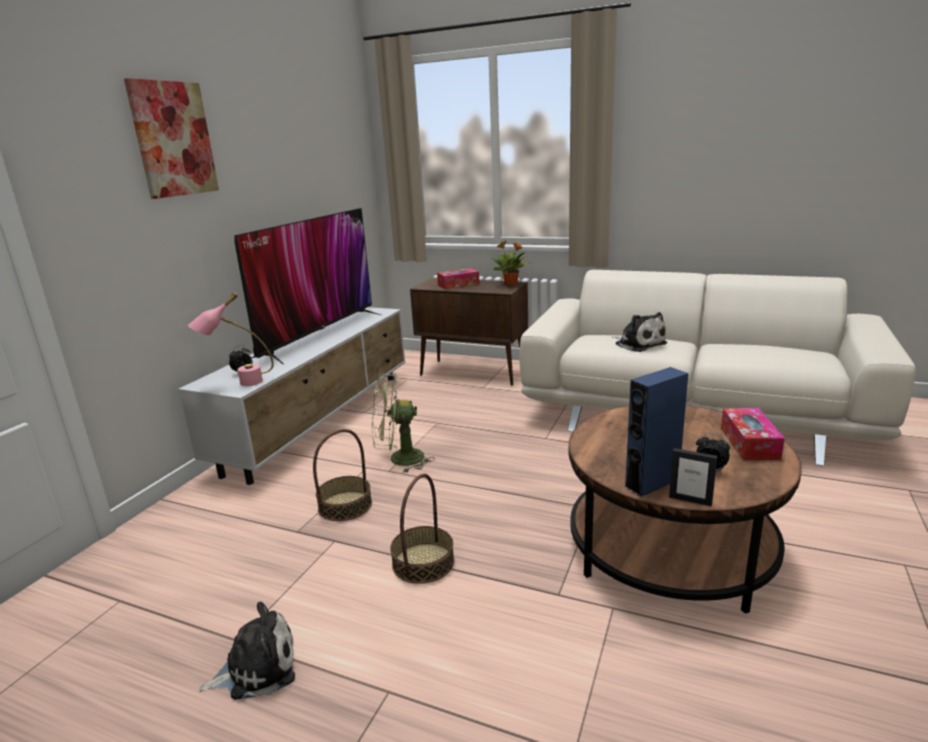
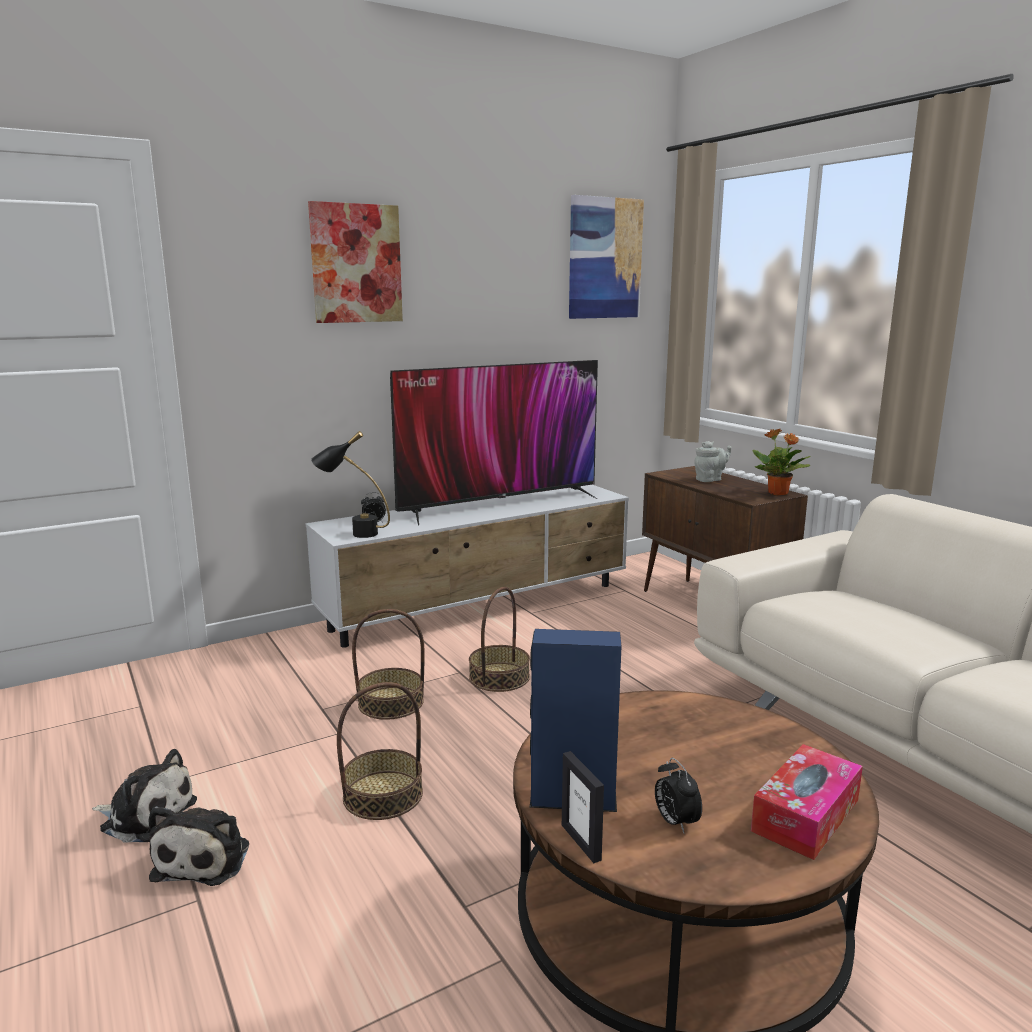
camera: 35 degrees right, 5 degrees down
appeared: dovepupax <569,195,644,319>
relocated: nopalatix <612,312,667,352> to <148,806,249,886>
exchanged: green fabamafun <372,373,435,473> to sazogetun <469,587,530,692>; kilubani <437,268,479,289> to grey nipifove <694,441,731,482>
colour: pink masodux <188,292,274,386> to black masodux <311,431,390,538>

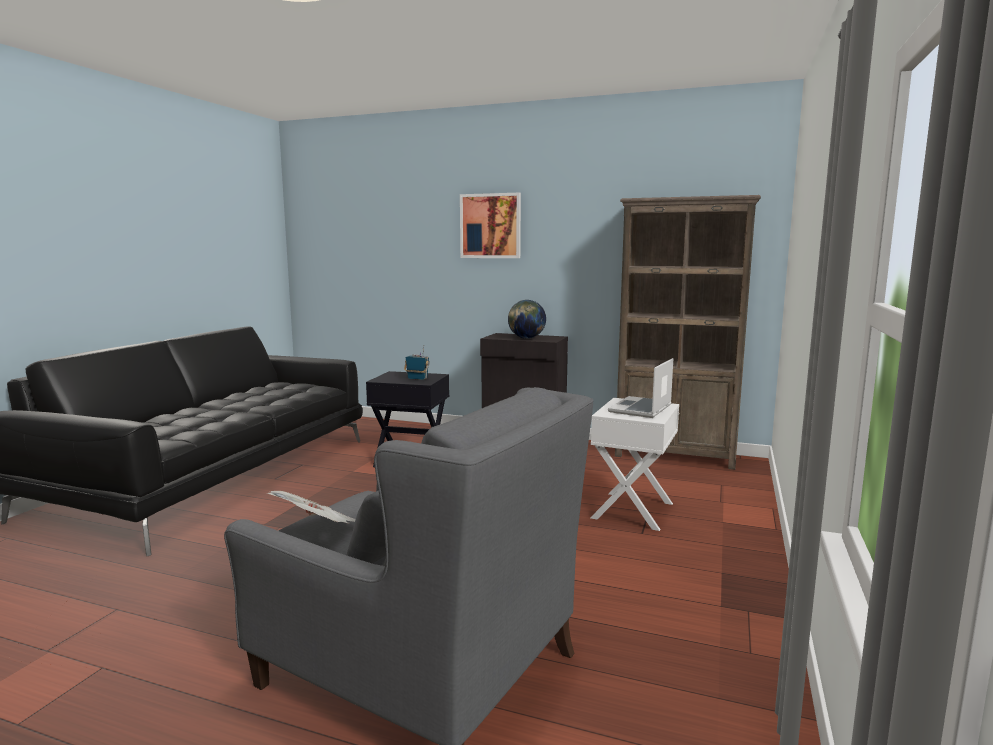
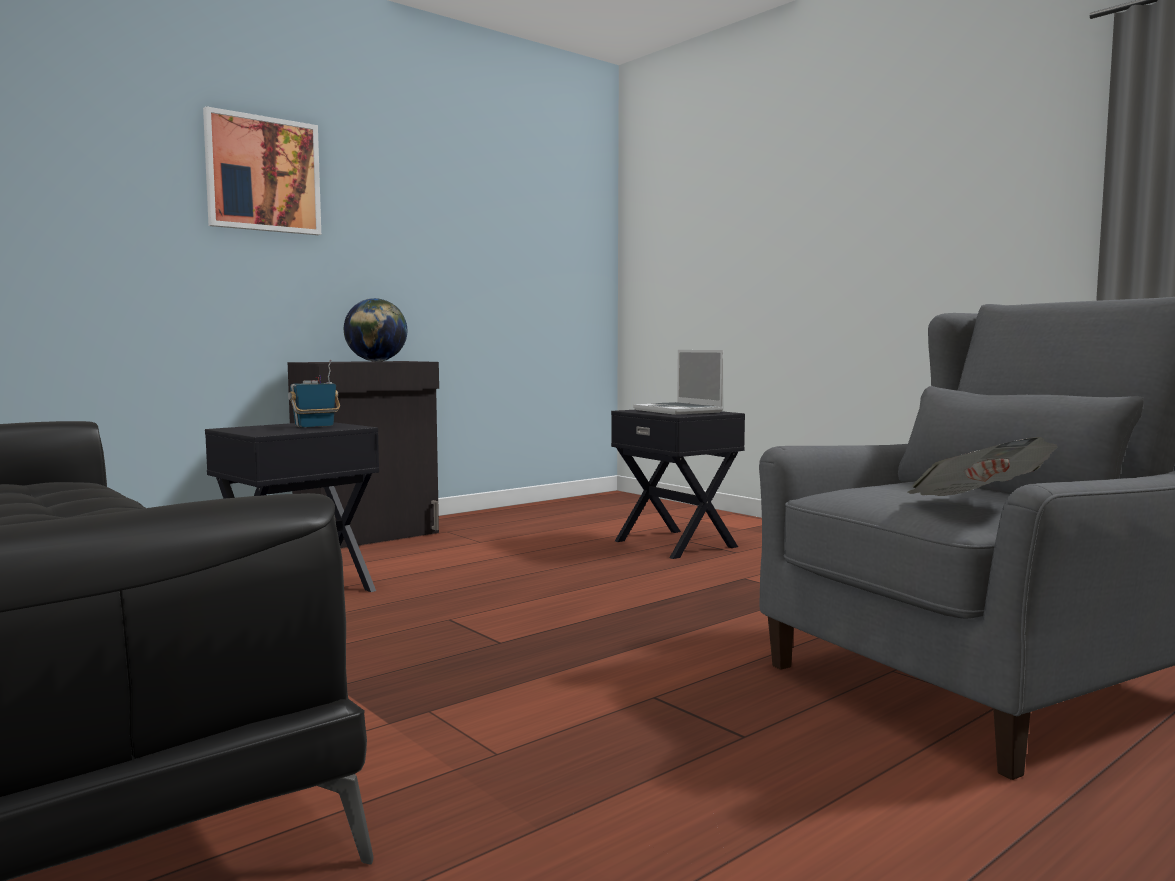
camera: 60 degrees left, 5 degrees down
missing: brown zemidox <615,195,761,470>
colour: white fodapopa <591,398,679,531> to black fodapopa <611,410,745,559>

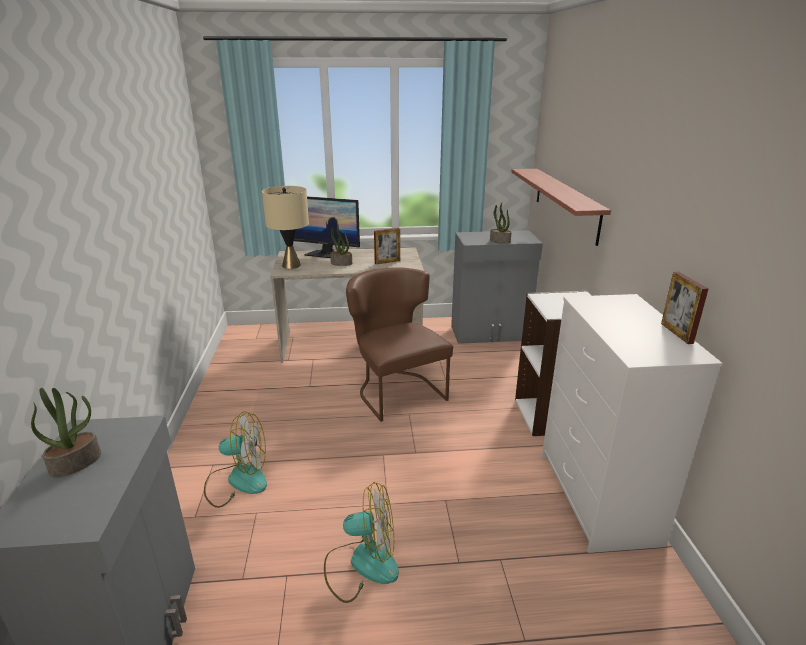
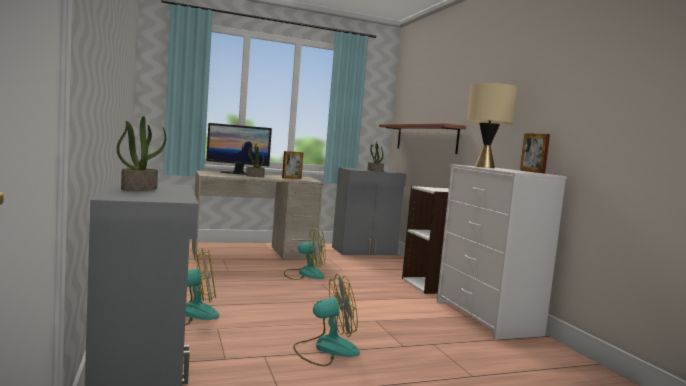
camera: 15 degrees left, 20 degrees down
relocated: beige masodux <262,186,309,269> to <467,83,517,168>
exchanged: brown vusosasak <346,267,453,422> to fabamafun <284,226,326,280>

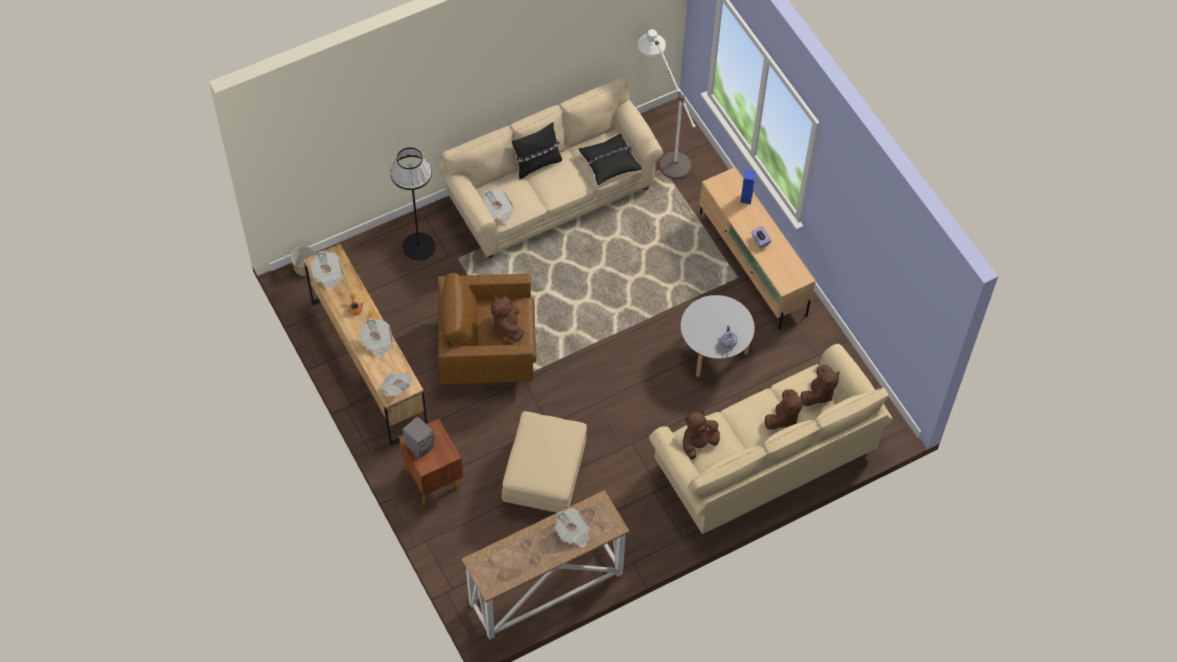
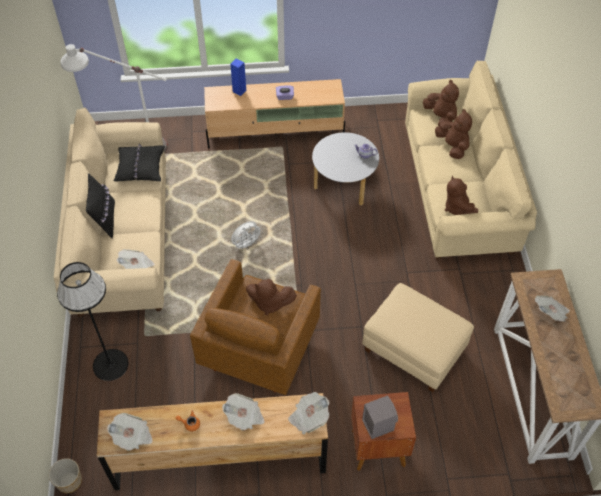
camera: 65 degrees left, 5 degrees down
appeared: white fabamafun <231,221,263,251>

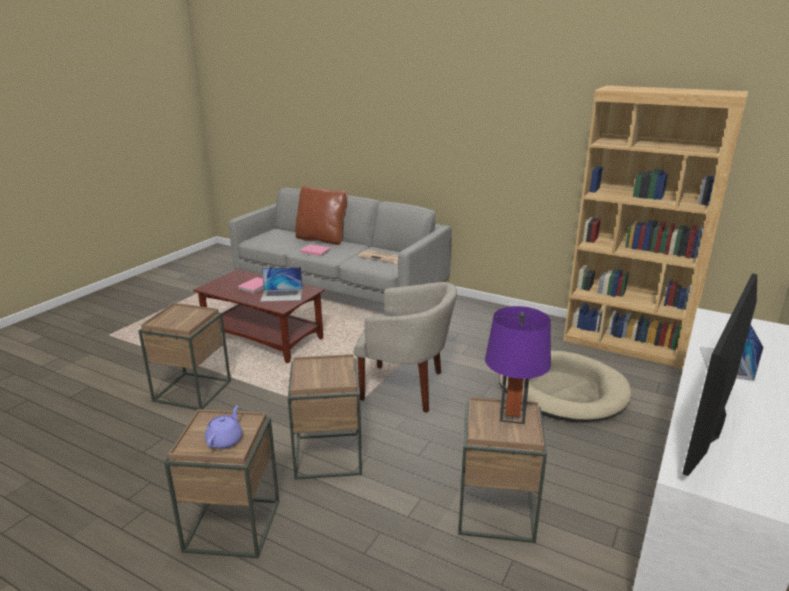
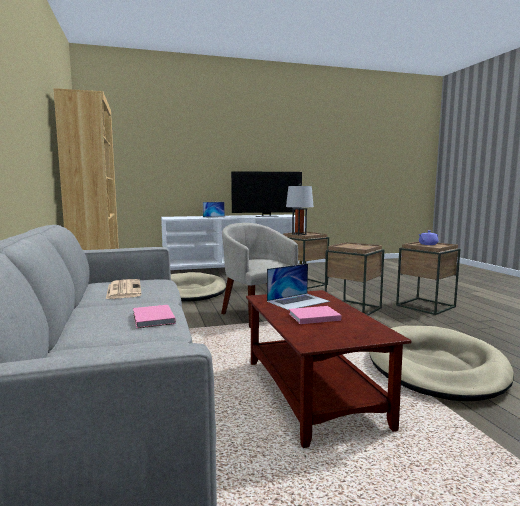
camera: 135 degrees left, 15 degrees down
missing: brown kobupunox <296,186,347,245>
exchanged: brown fodapopa <138,303,231,410> to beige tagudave <369,326,514,401>
colour: purple masodux <485,306,551,424> to grey masodux <286,184,314,235>
spun: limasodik <261,267,303,301> = <267,263,330,310> 105 degrees clockwise

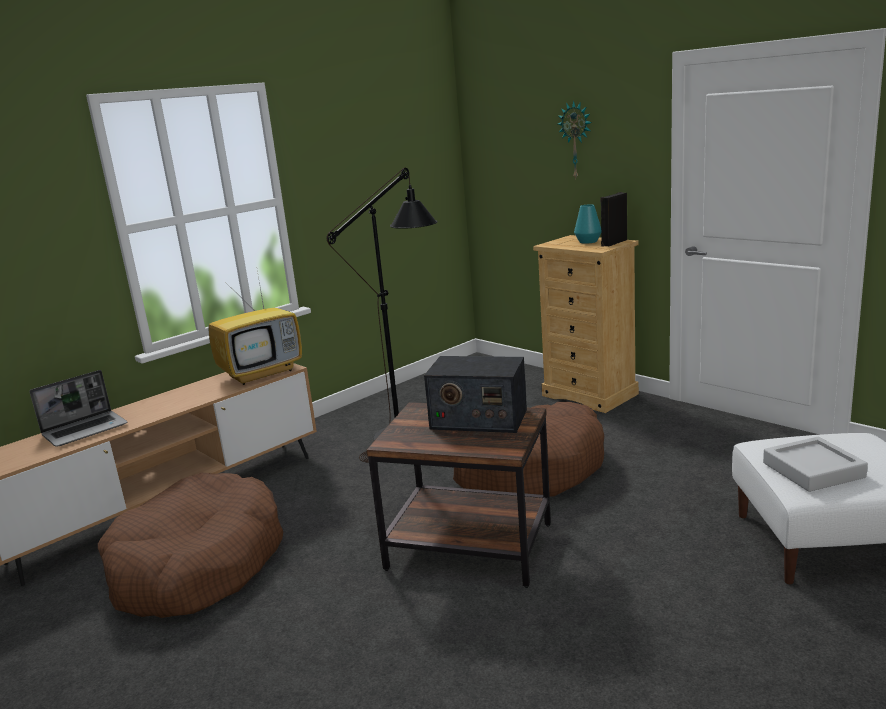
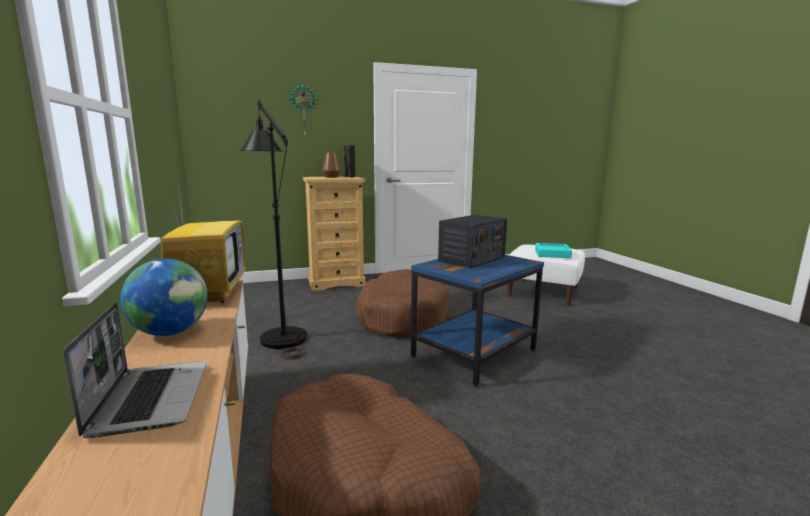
camera: 65 degrees left, 5 degrees down
appeared: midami <120,259,208,336>
colour: brown fodapopa <367,402,551,588> to blue fodapopa <411,255,544,386>; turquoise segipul <574,204,601,244> to brown segipul <322,153,341,178>; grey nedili <763,437,868,492> to turquoise nedili <535,243,572,258>

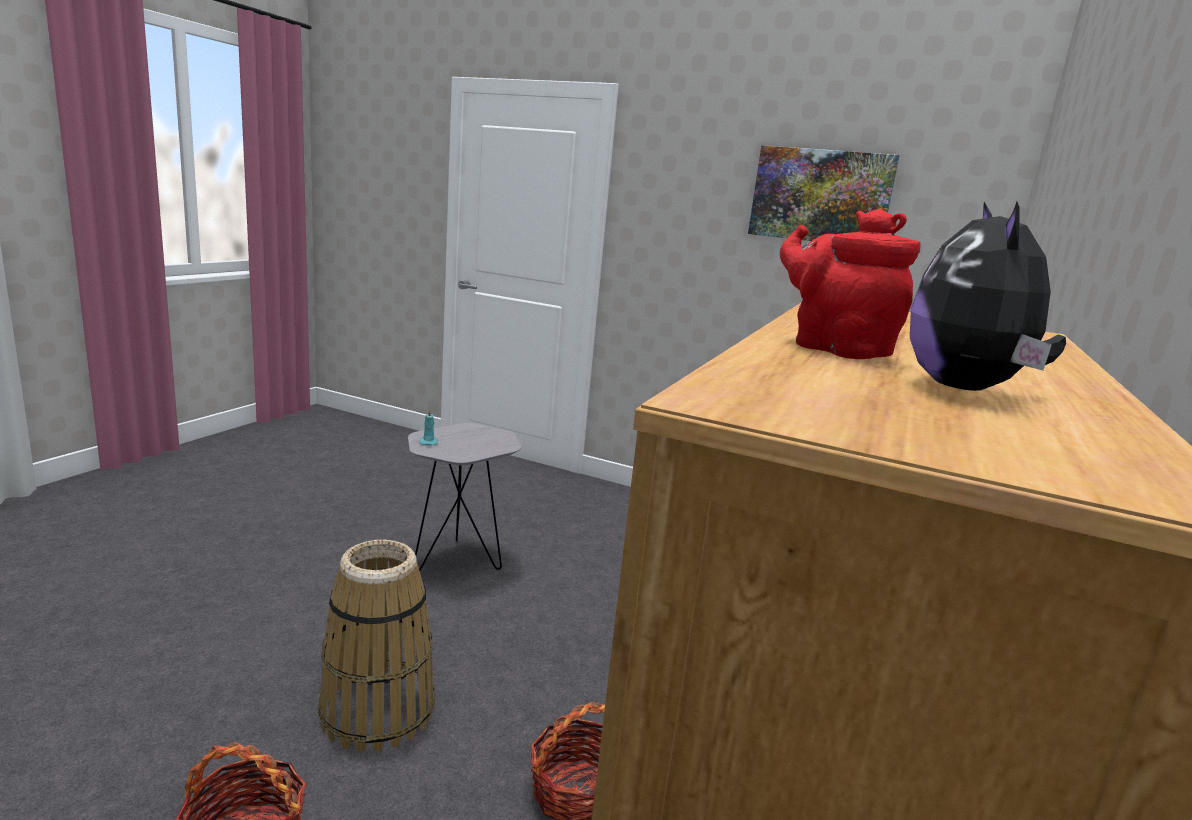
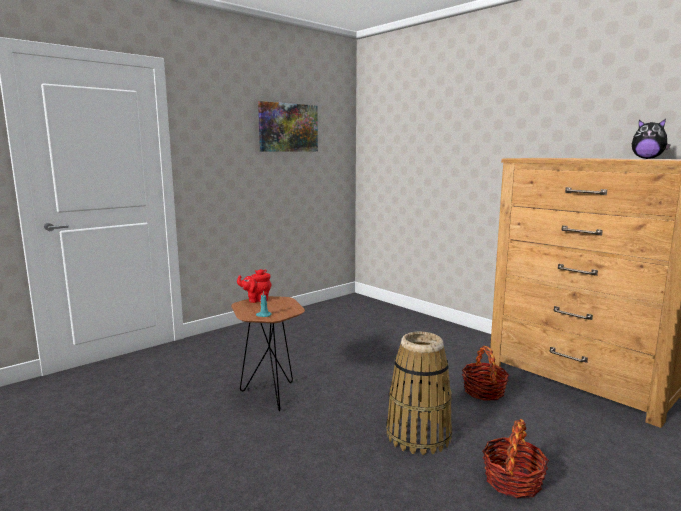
camera: 65 degrees left, 5 degrees down
relocated: red nipifove <780,208,921,359> to <237,269,272,303>
colour: grey fodapopa <408,423,522,571> to brown fodapopa <231,296,305,411>

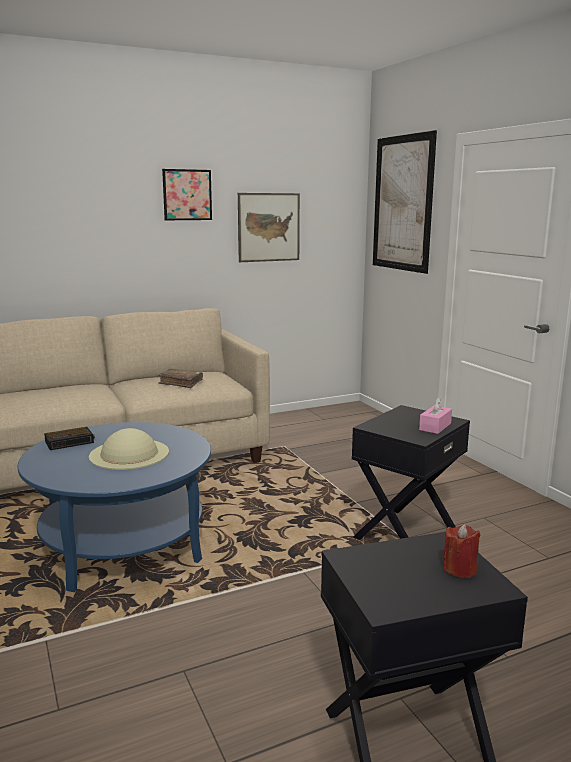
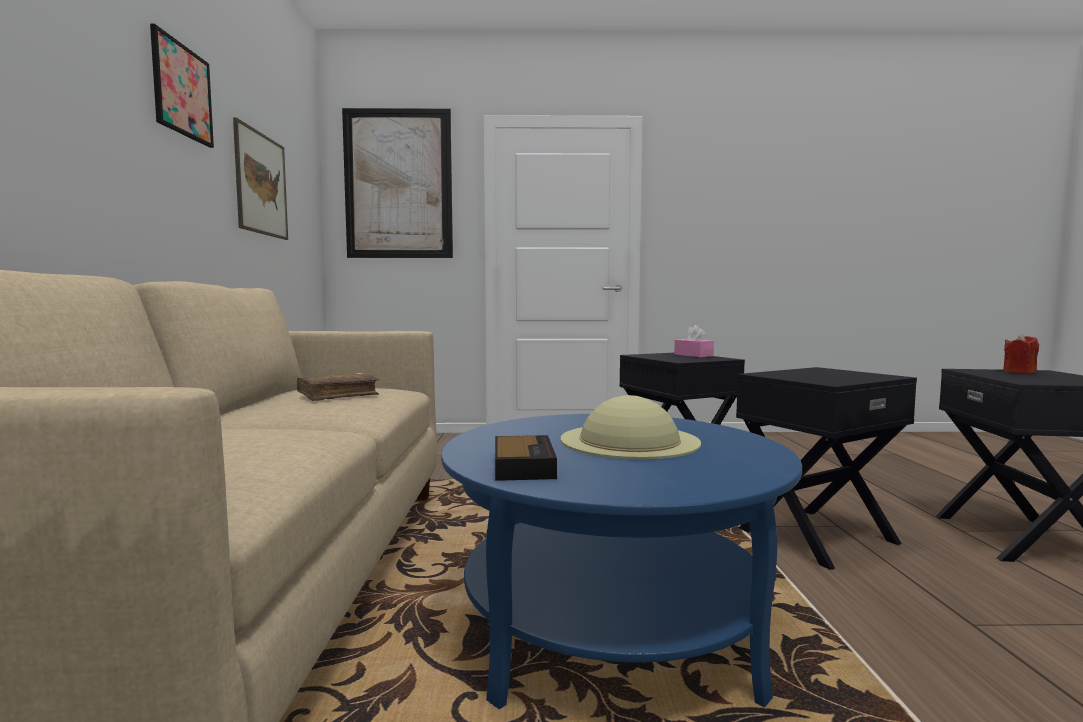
camera: 65 degrees left, 10 degrees down
appeared: black fodapopa <736,367,917,570>

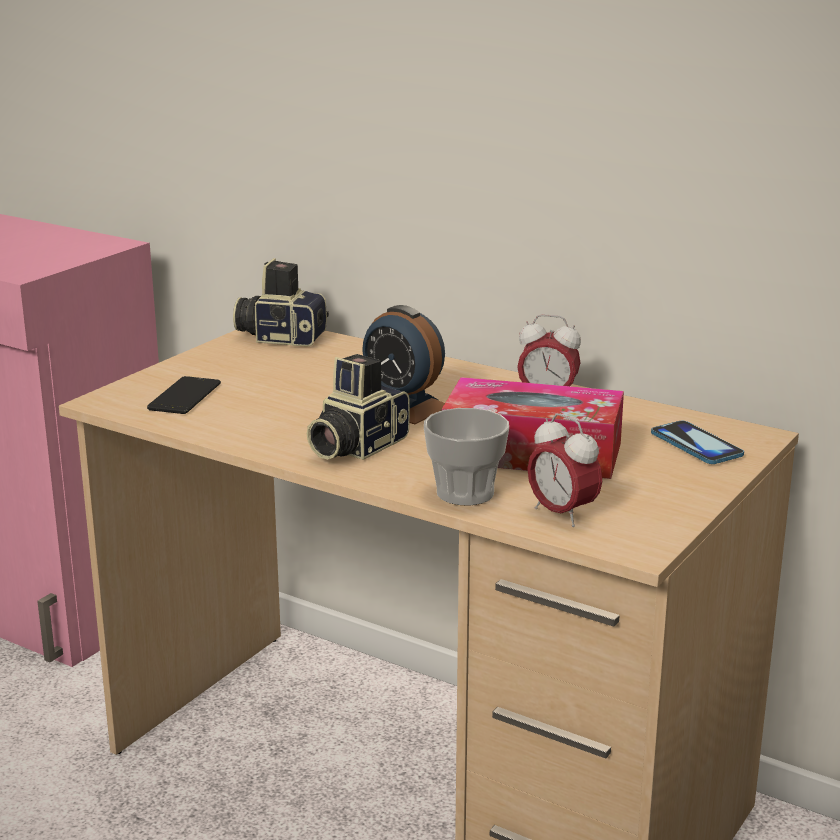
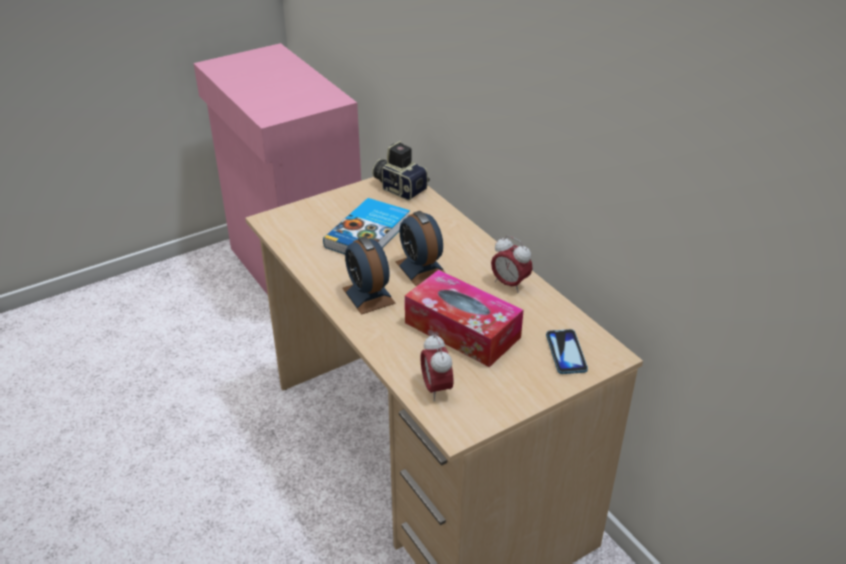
camera: 25 degrees right, 15 degrees up
missing: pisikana <147,376,221,414>; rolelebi <424,408,509,505>
appeared: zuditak <323,198,410,254>
exchanged: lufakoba <307,354,410,460> to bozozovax <342,236,396,315>

